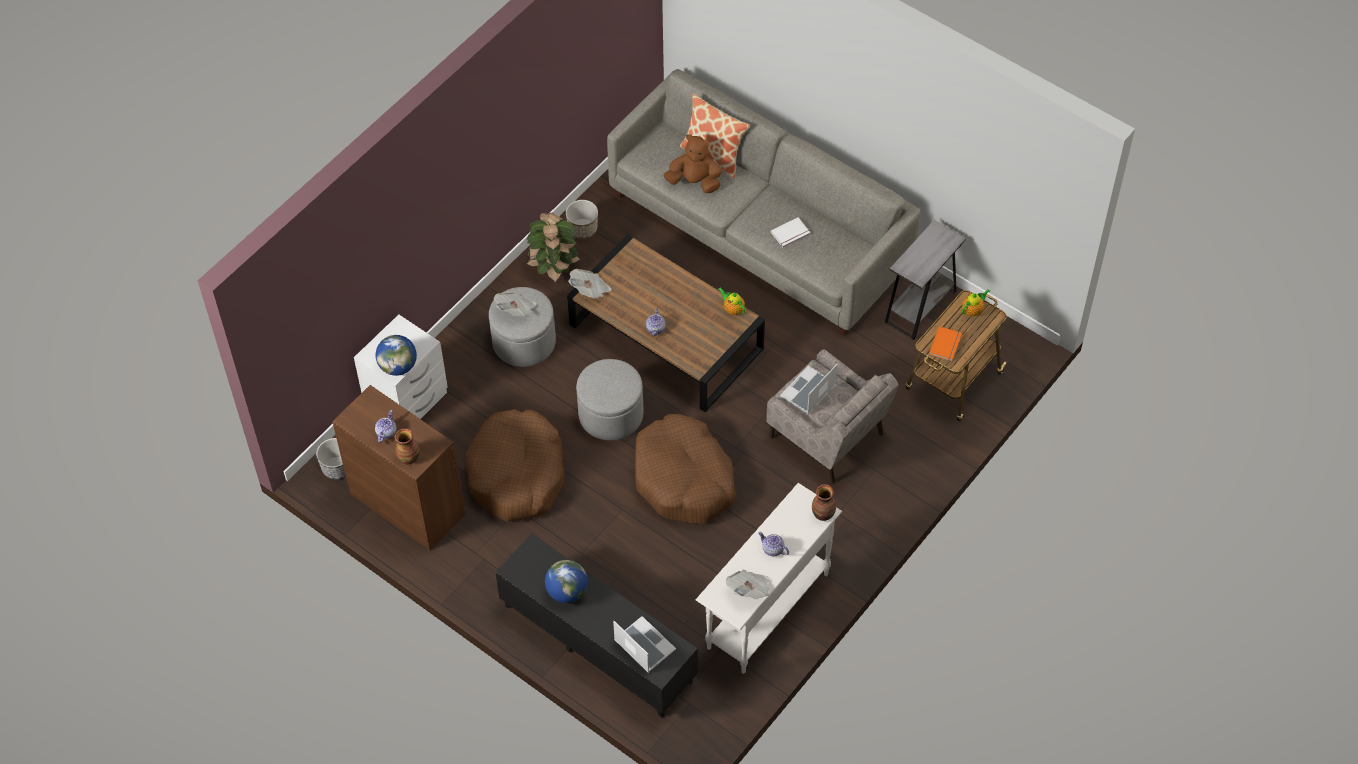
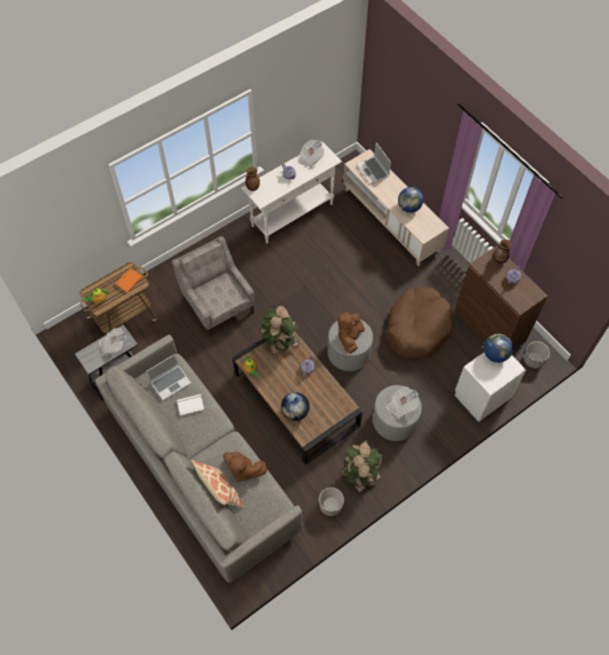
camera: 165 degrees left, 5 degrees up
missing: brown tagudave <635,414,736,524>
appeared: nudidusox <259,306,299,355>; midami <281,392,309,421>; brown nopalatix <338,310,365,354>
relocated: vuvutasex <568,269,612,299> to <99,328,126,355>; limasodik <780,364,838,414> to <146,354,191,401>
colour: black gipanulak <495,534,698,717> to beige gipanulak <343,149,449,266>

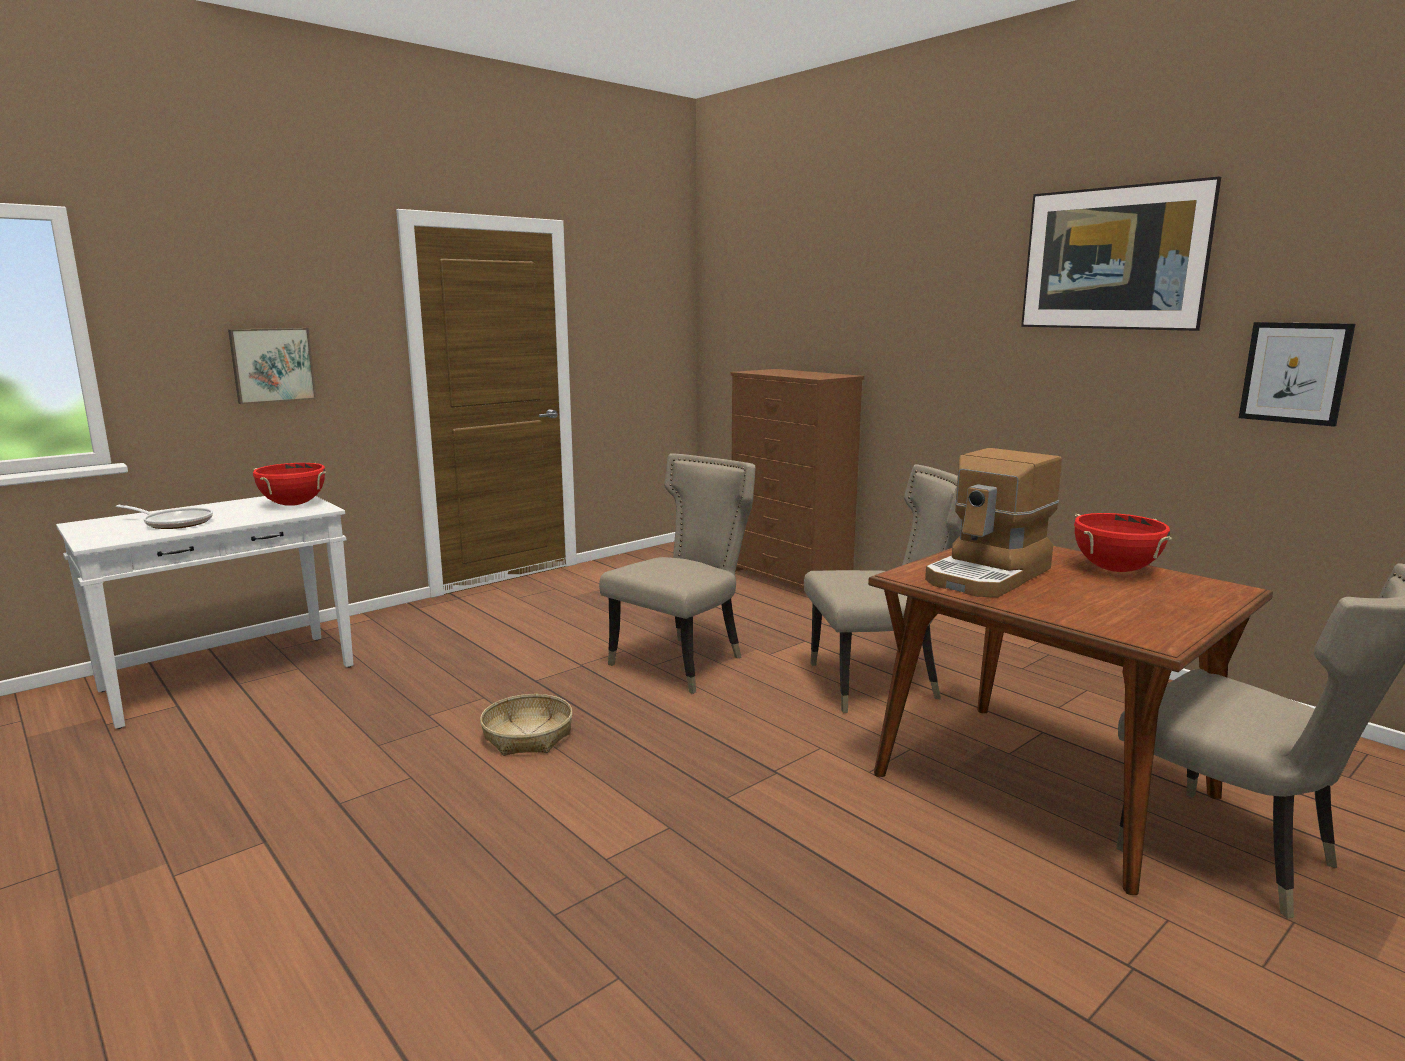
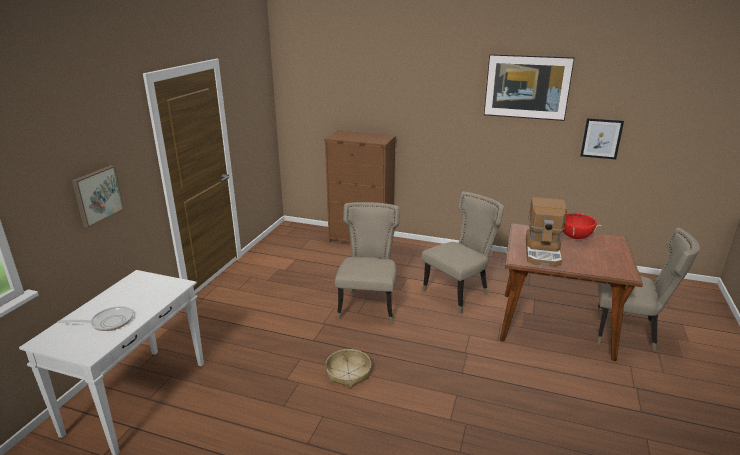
camera: 30 degrees left, 10 degrees up
missing: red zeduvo <253,463,326,506>

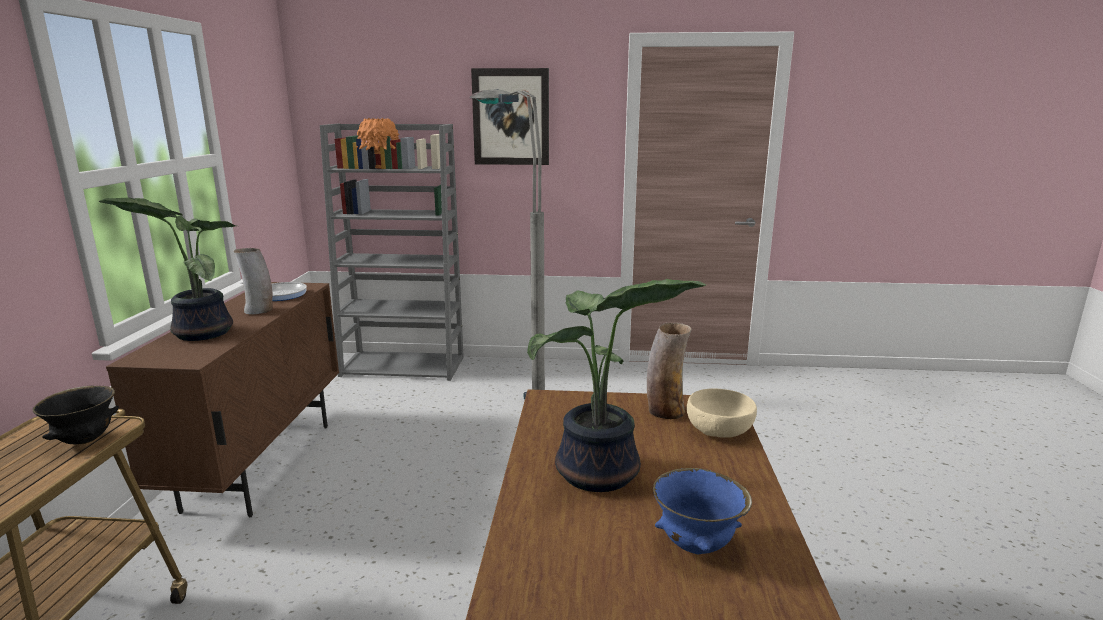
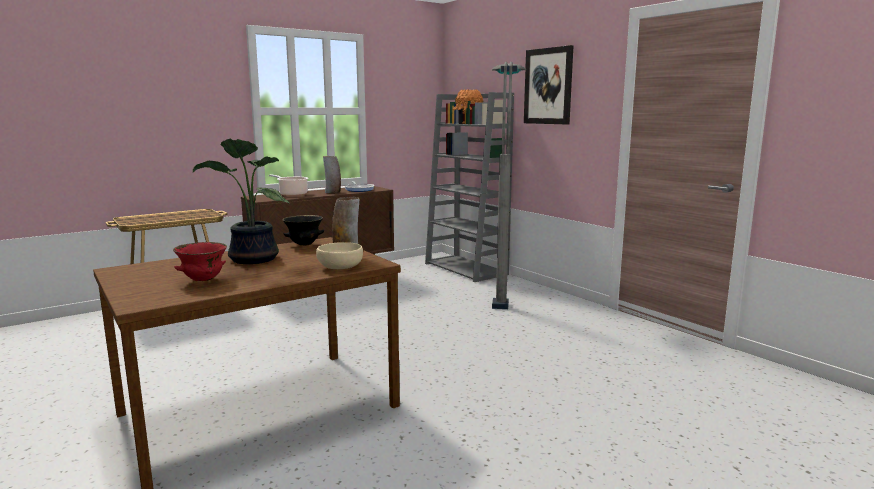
camera: 50 degrees right, 5 degrees down
relocated: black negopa <33,386,119,444> to <283,215,325,246>
exchanged: nudidusox <98,198,235,341> to zeduvo <269,175,308,196>
colour: blue negopa <653,468,752,554> to red negopa <173,242,227,281>

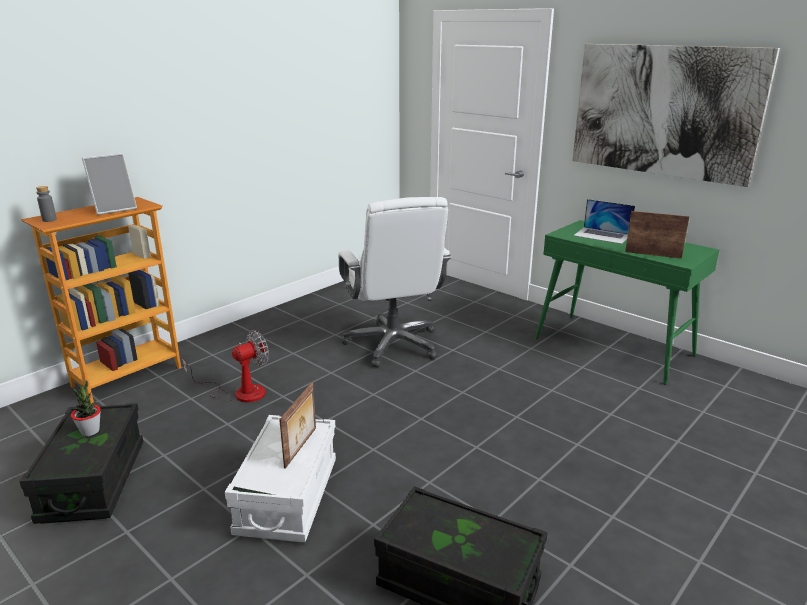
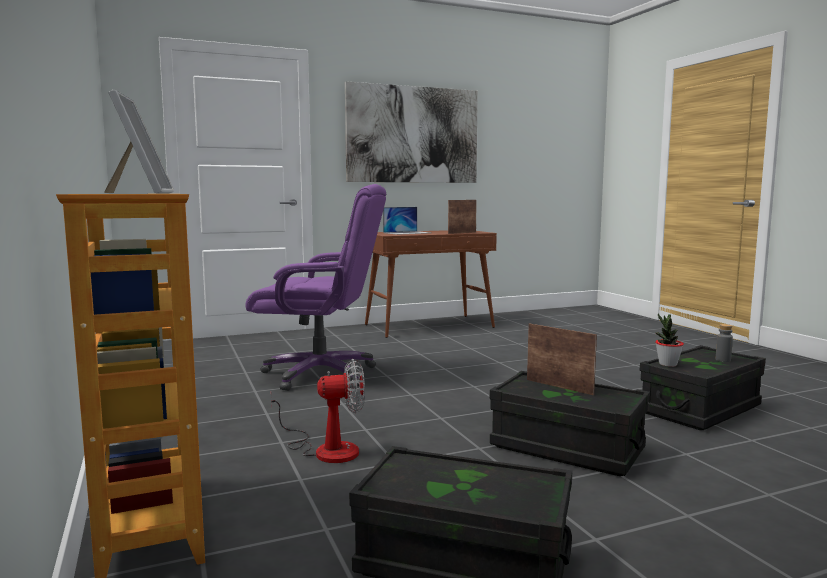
camera: 65 degrees left, 15 degrees down
relocated: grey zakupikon <36,186,57,222> to <716,324,733,362>; nudidusox <71,381,101,436> to <655,313,684,367>
colour: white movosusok <225,415,336,542> to black movosusok <490,371,650,476>; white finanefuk <338,197,452,367> to purple finanefuk <246,184,386,391>; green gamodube <535,220,719,385> to brown gamodube <365,230,497,338>
spun: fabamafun <182,330,269,402> = <271,359,365,463> 90 degrees clockwise

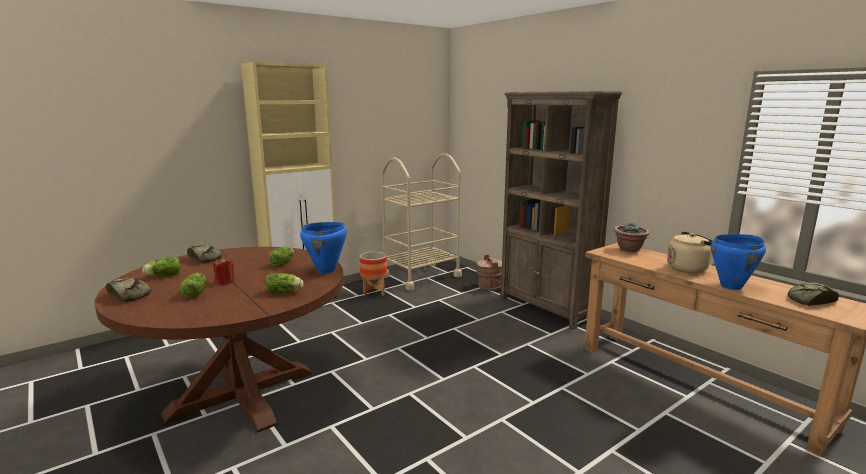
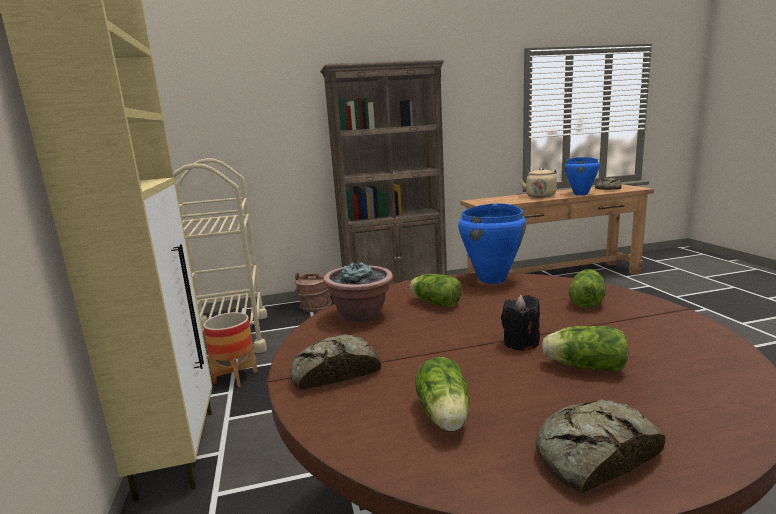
camera: 65 degrees left, 0 degrees up
relocated: nudidusox <614,223,650,252> to <323,262,393,322>
colour: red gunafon <213,258,234,285> to black gunafon <501,295,540,351>

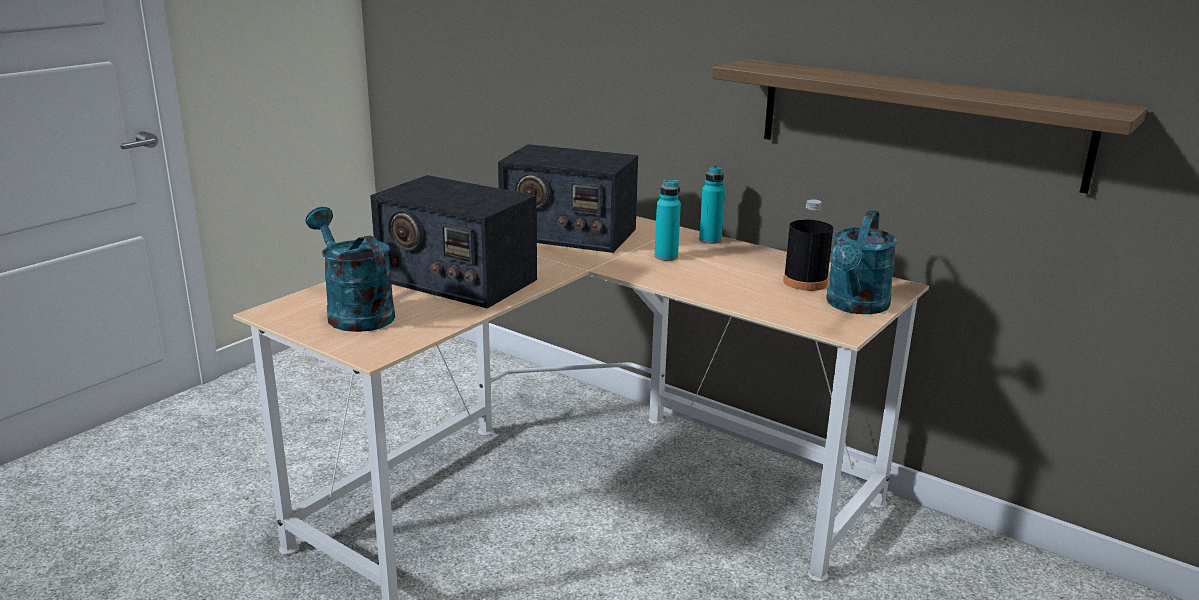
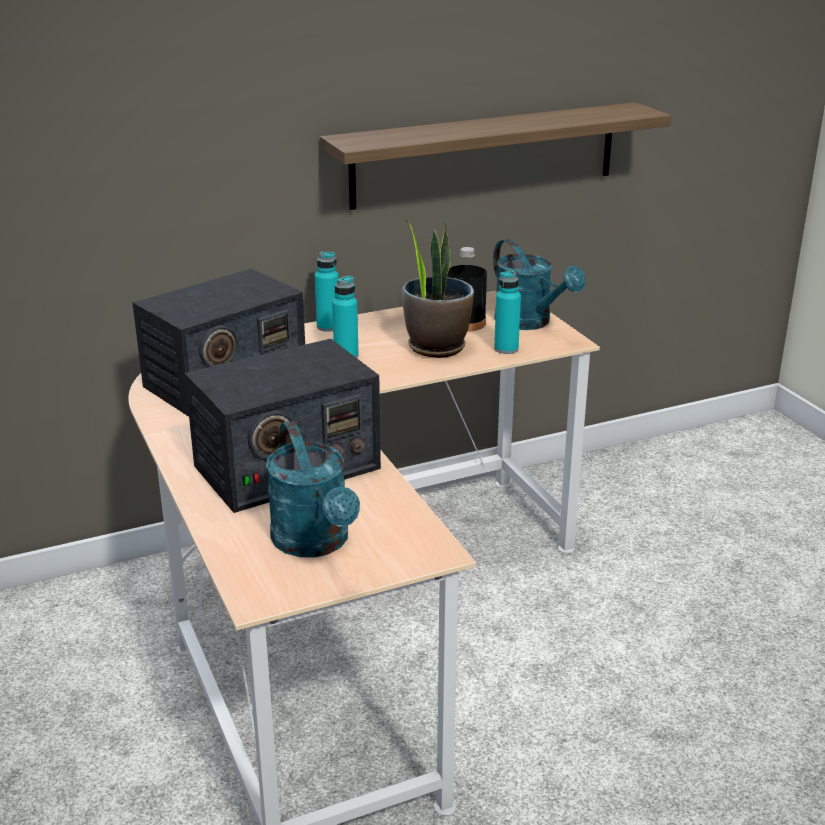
camera: 60 degrees left, 5 degrees up
appeared: nudidusox <402,219,474,358>; turquoise zakupikon <494,271,521,354>
spun: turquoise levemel <305,207,395,332> = <266,421,360,557> 105 degrees counterclockwise

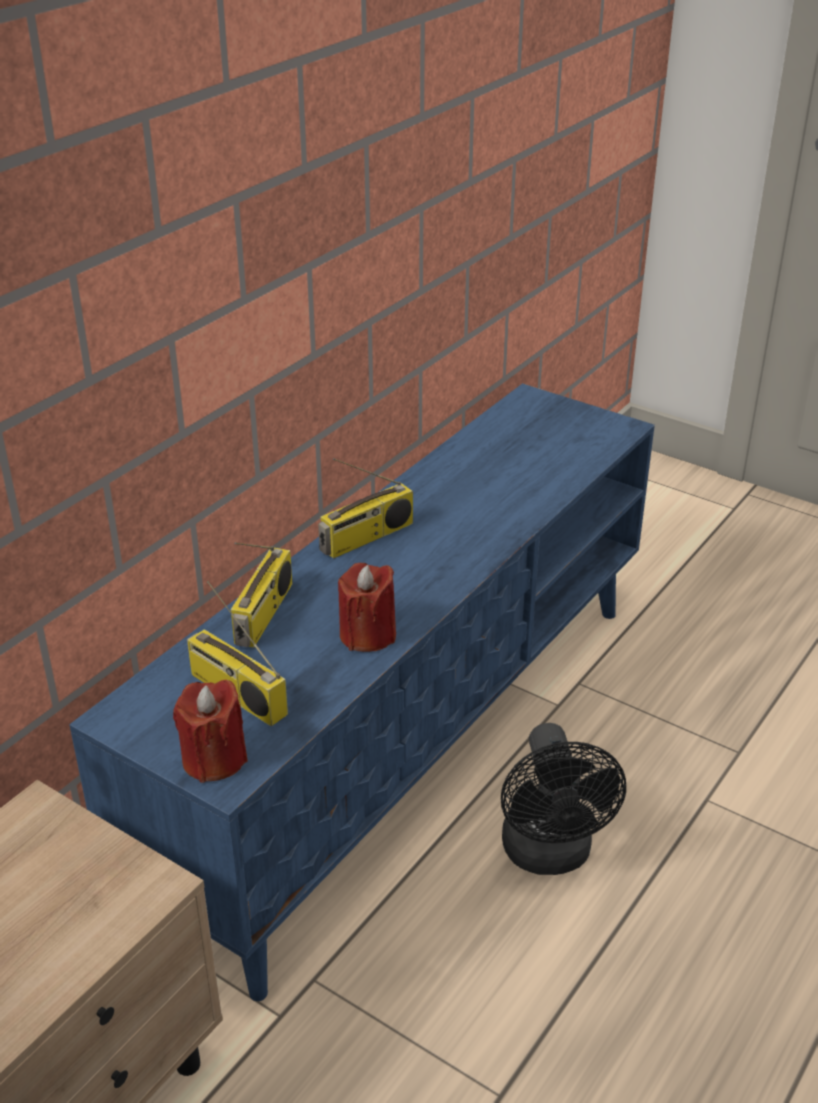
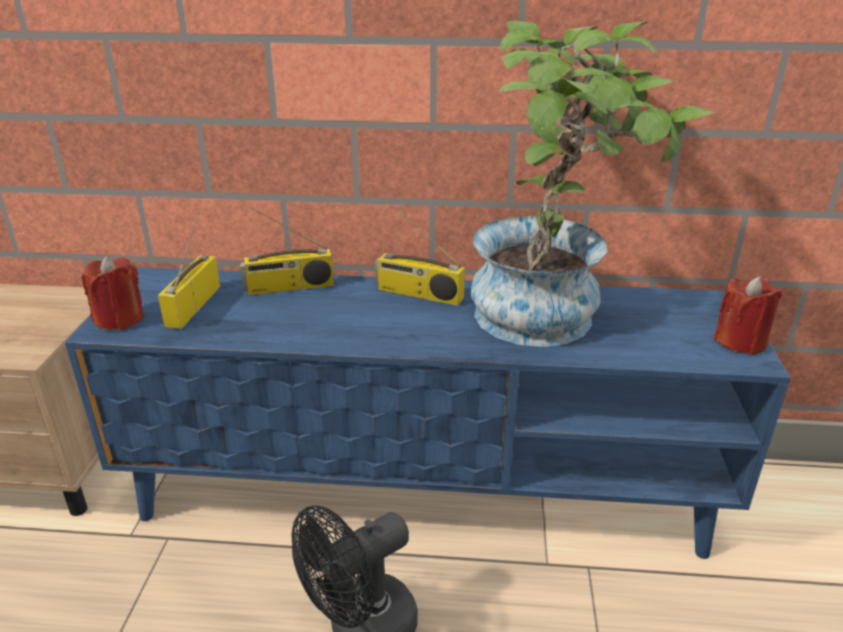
camera: 60 degrees right, 5 degrees down
appeared: nudidusox <470,21,715,347>
relocated: red gunafon <338,563,396,652> to <713,276,782,355>

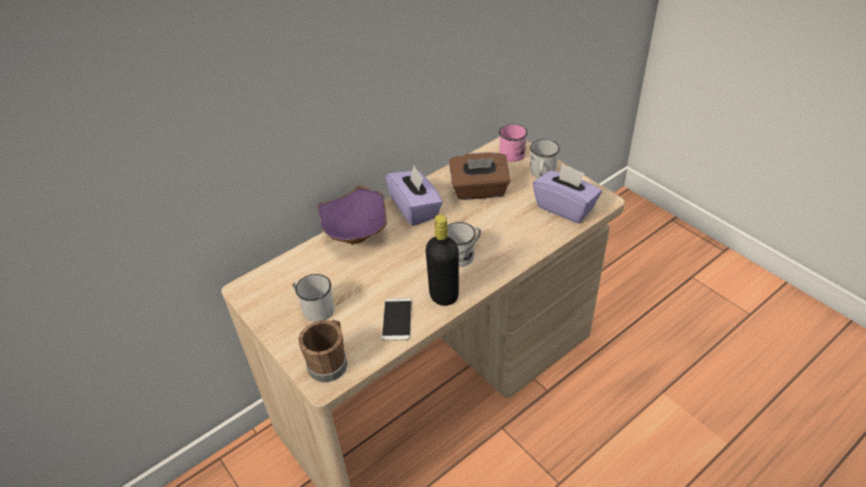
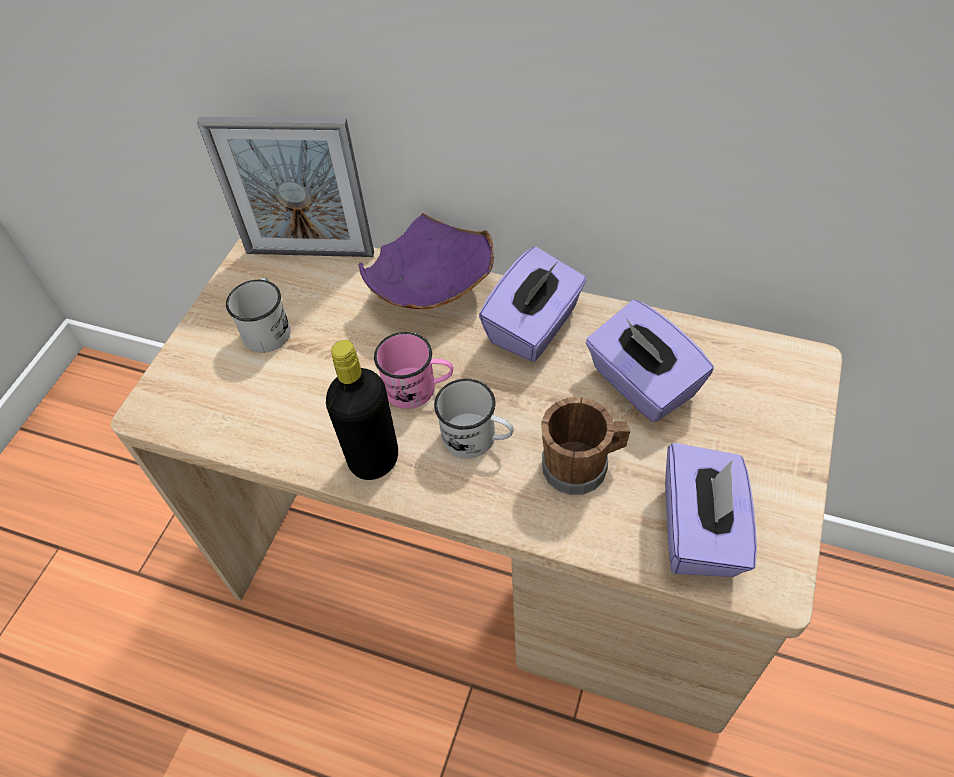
camera: 60 degrees right, 10 degrees up
missing: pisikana <382,298,412,341>; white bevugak <530,139,560,178>
appeared: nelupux <197,117,374,257>
relocated: brown bevugak <298,320,348,382> to <541,397,630,495>; pink bevugak <499,124,528,162> to <374,332,453,409>
colour: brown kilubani <449,152,510,200> to purple kilubani <586,300,714,422>

